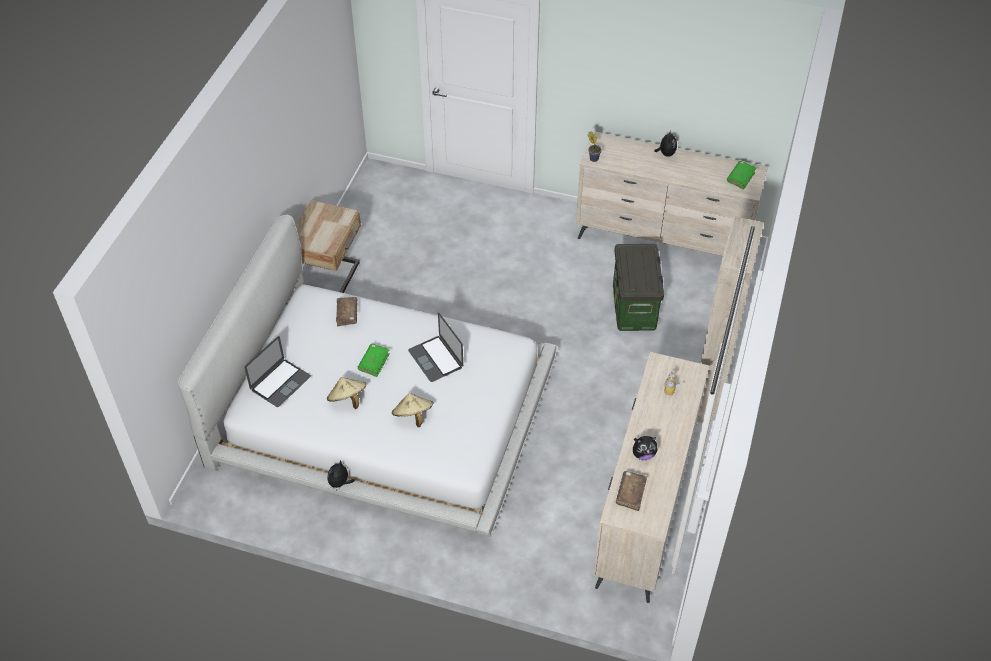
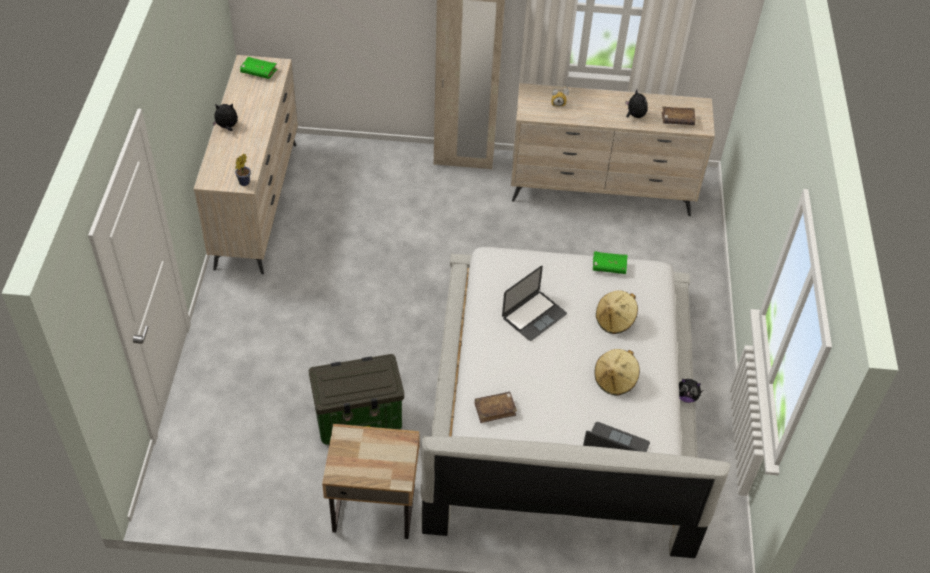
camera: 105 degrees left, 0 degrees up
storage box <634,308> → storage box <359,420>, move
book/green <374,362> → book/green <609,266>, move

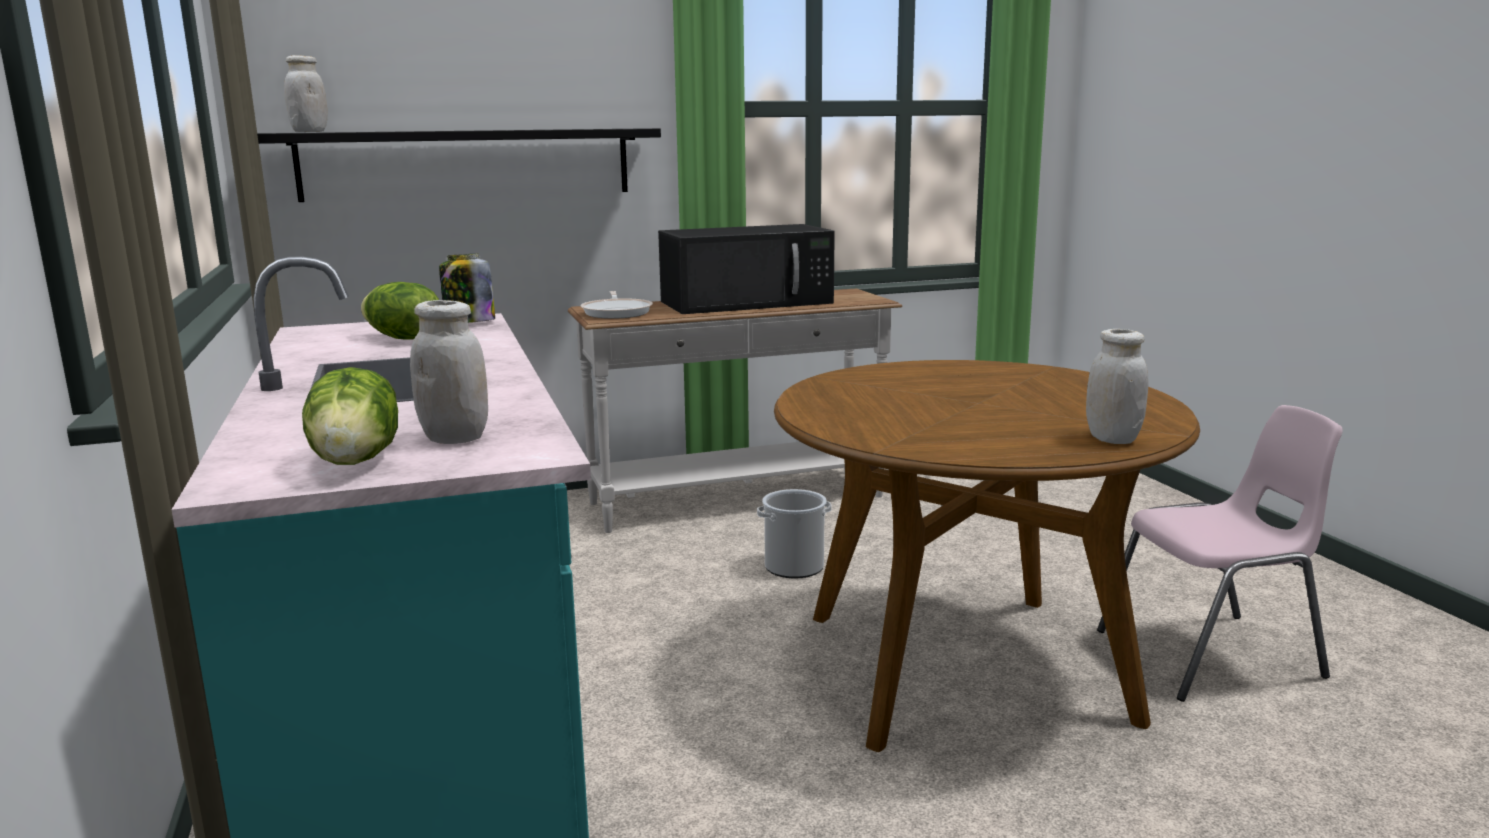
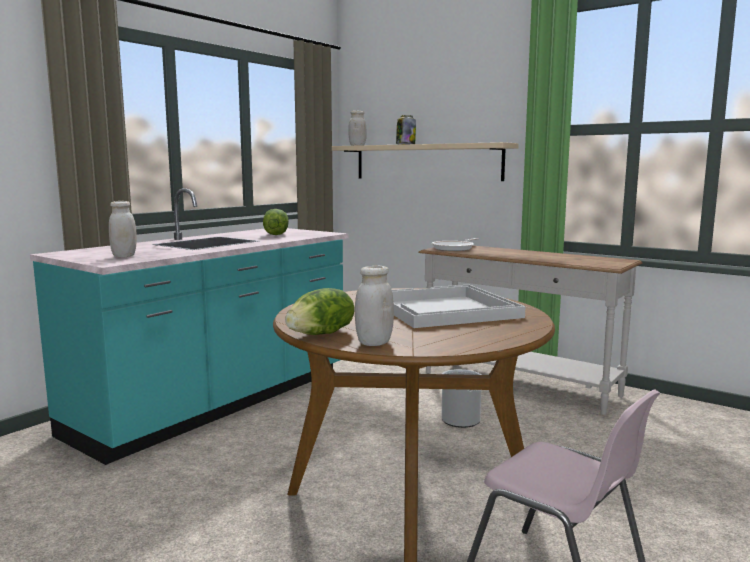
camera: 55 degrees right, 5 degrees down
shelf/black <467,164> → shelf/beige <426,162>
microwave/black <748,302> → -
jar <469,322> → jar <405,144>, move
lettuce <358,460> → lettuce <322,334>, move
- → tray/white <443,309>

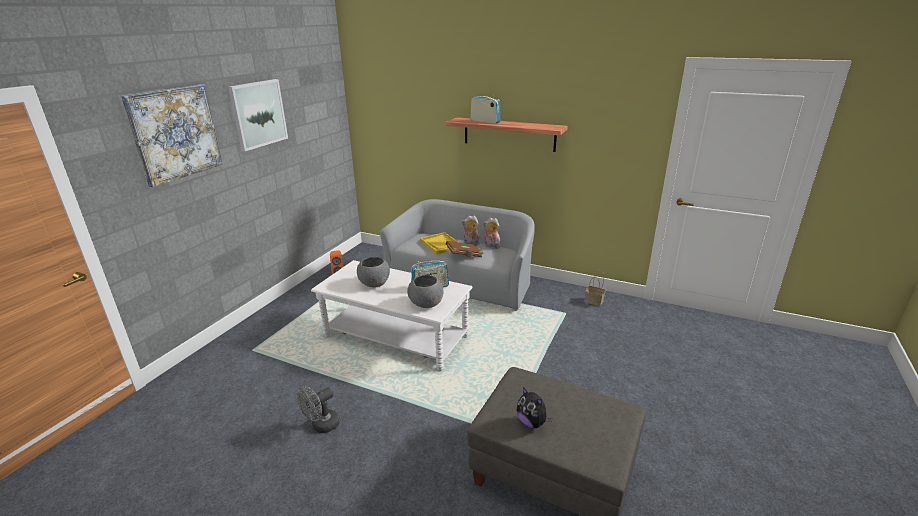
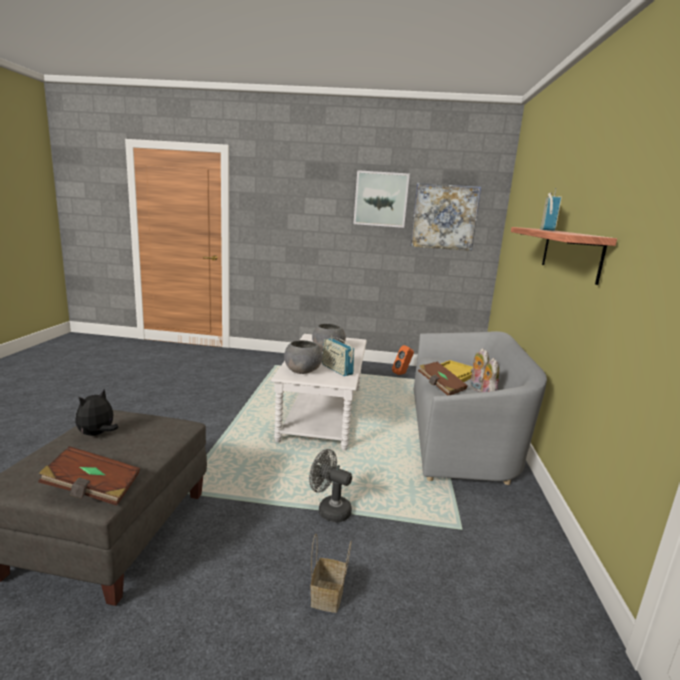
camera: 70 degrees right, 10 degrees down
picture <175,133> → picture <444,217>, move
basket <594,301> → basket <328,597>, move
fan/grey <322,426> → fan/grey <329,510>, move
- → book/brown <93,490>

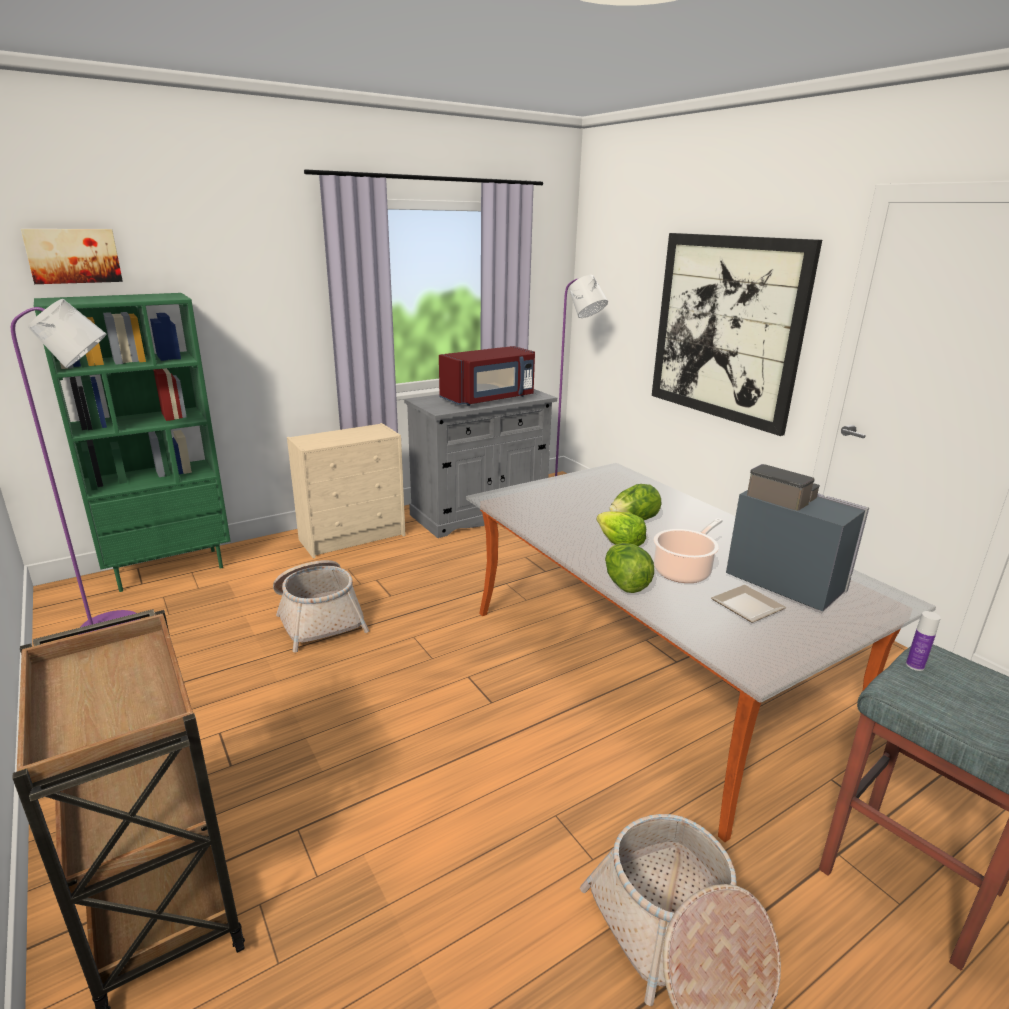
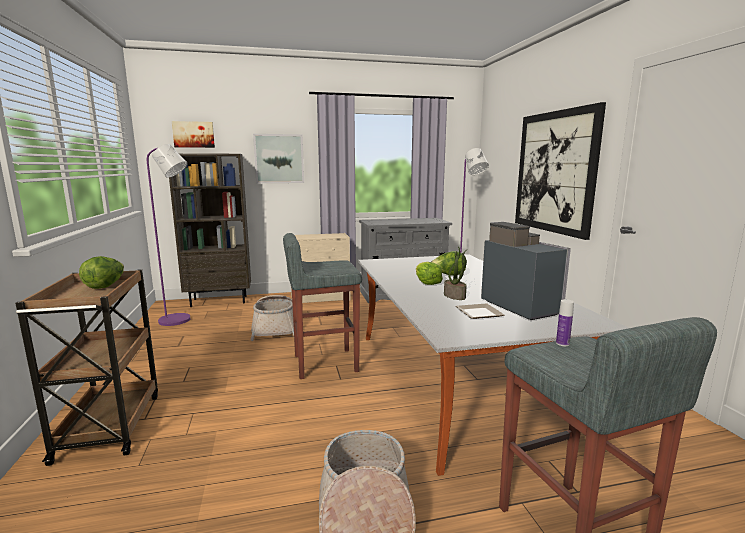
camera: 20 degrees right, 10 degrees down
bookcase/green <170,569> → bookcase/brown <219,301>
microwave/red <489,399> → -
cooking pot <684,570> → potted plant <455,296>
lettuce <625,584> → lettuce <105,286>, move
- → picture <279,158>
- → stool/grey <324,363>

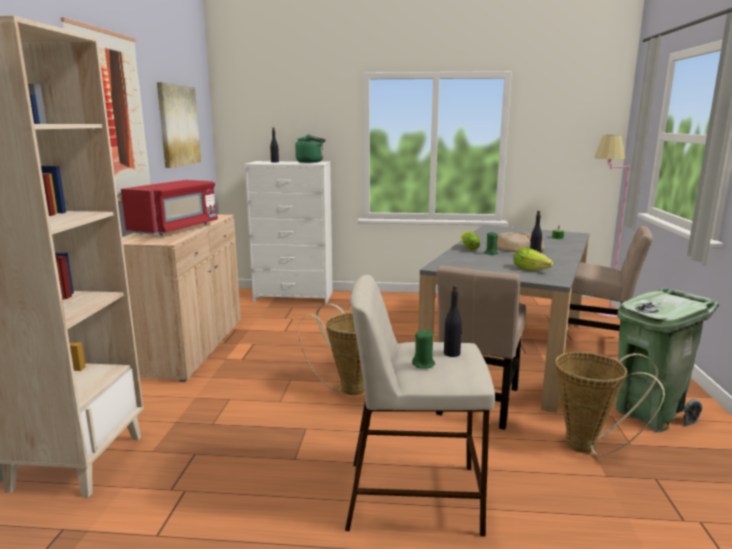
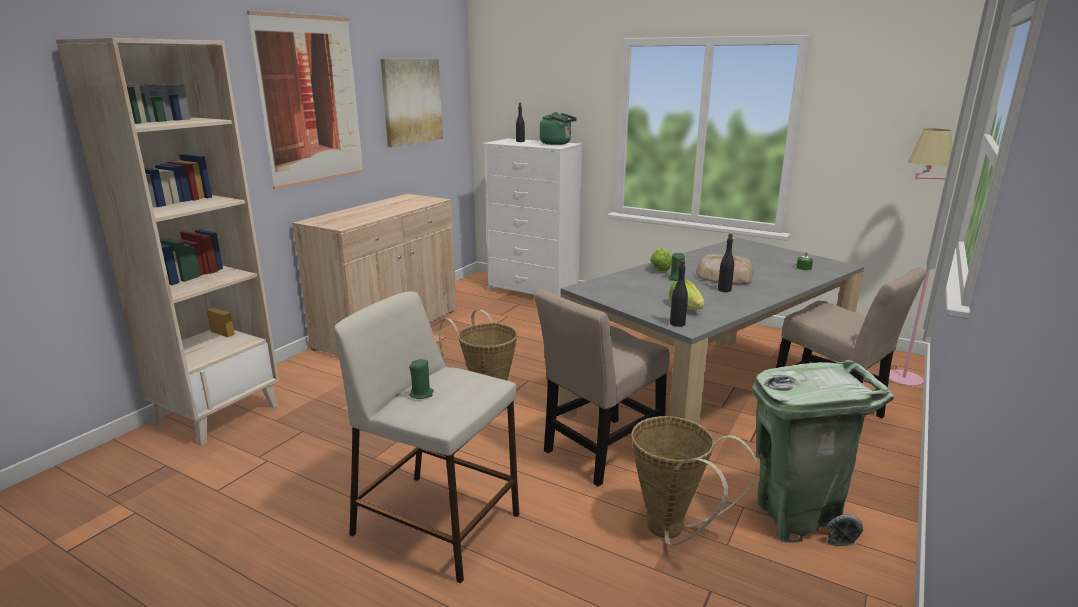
camera: 25 degrees right, 5 degrees up
microwave/red <175,229> → -
bottle/black <452,353> → bottle/black <677,324>, move

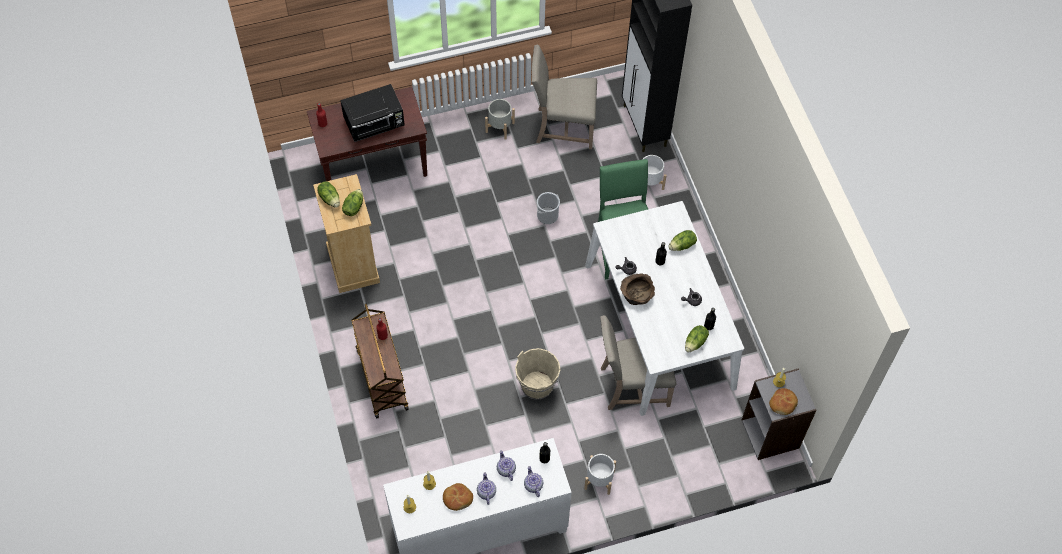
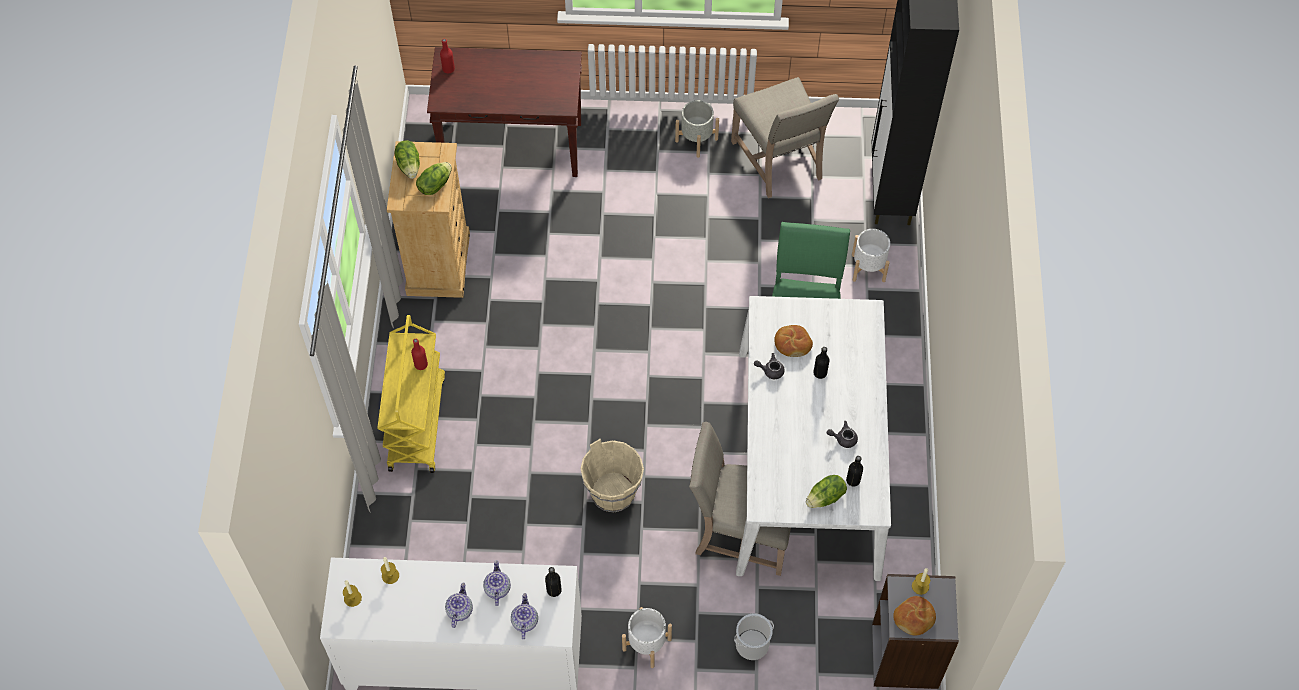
camera: 20 degrees right, 0 degrees up
chair/beige <562,127> → chair/beige <780,161>, 135 degrees counterclockwise
microwave/black <375,124> → -
bucket <547,215> → bucket <752,644>, move
lettuce <682,245> → -
bowl/brown <636,294> → -
cart/brown <381,378> → cart/yellow <416,422>
bread <457,498> → bread <792,343>, move

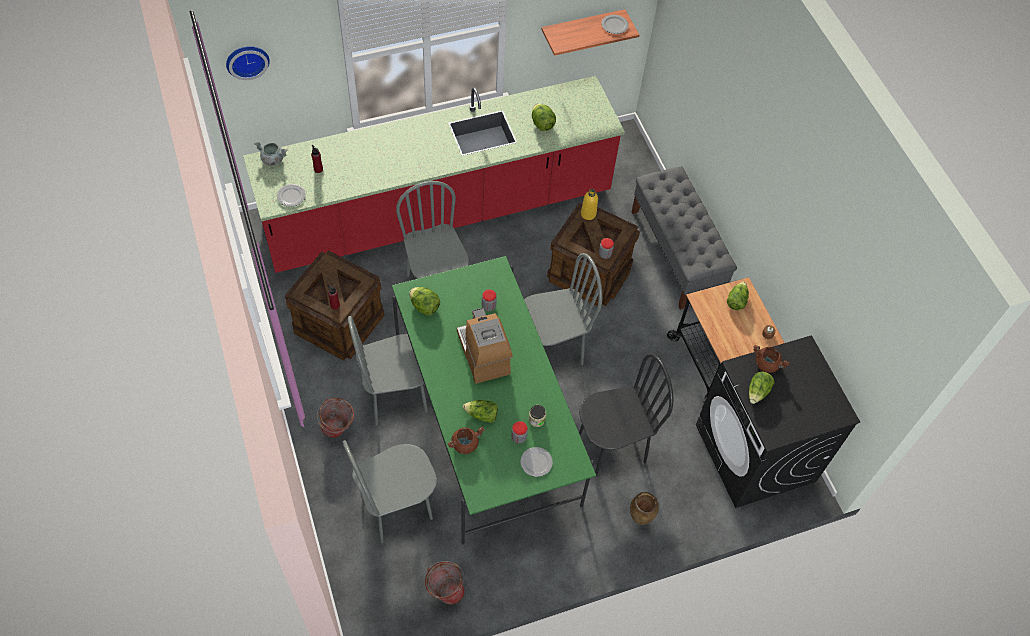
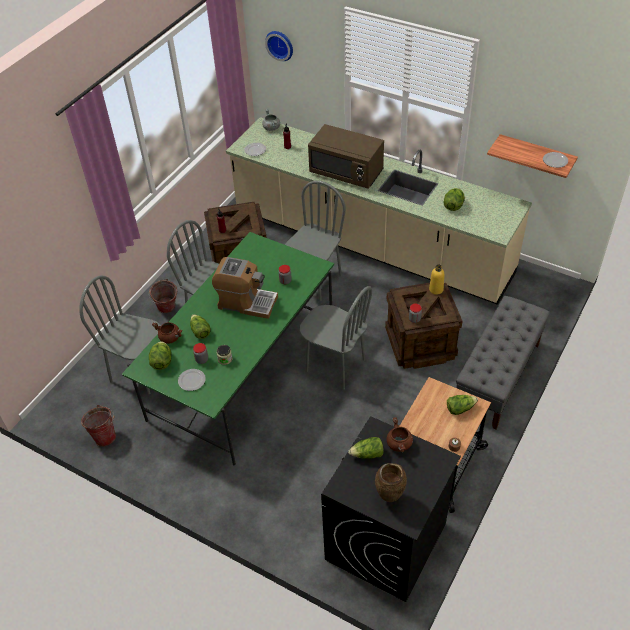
camera: 55 degrees right, 10 degrees down
counter/red <439,212> → counter/beige <370,244>
lettuce <424,307> → lettuce <162,362>, move
coffee machine <483,354> → coffee machine <246,302>, 75 degrees clockwise
chair/black <612,447> → -
vase/brown <639,519> → vase/brown <389,497>, move
- → microwave/brown <346,172>

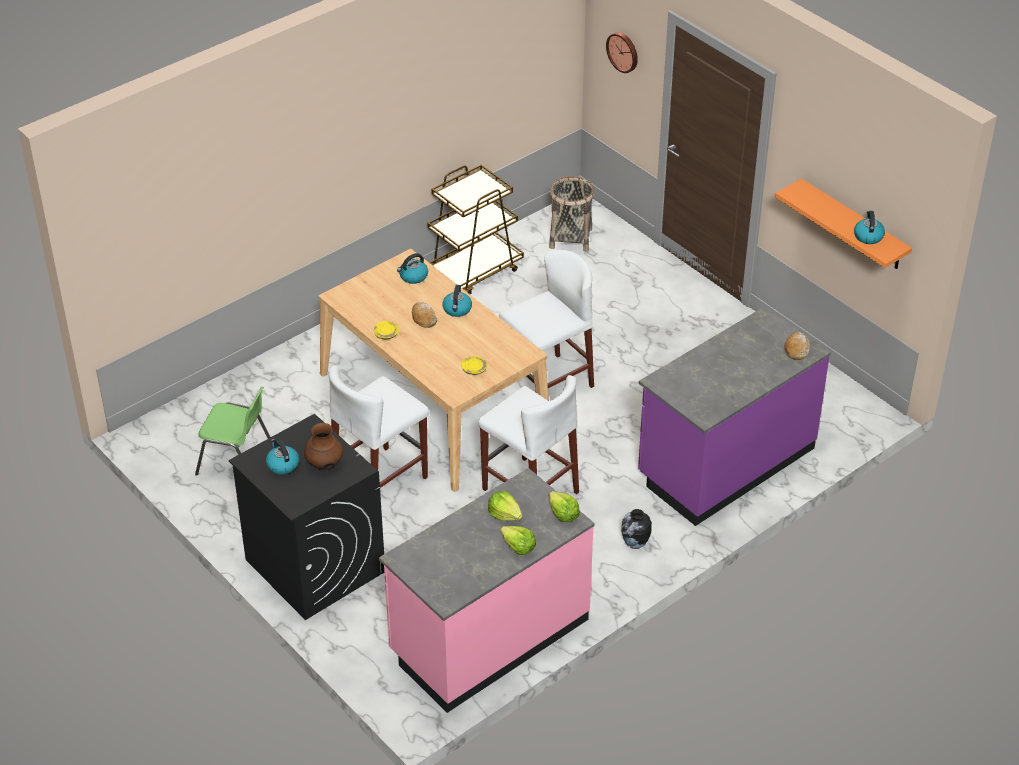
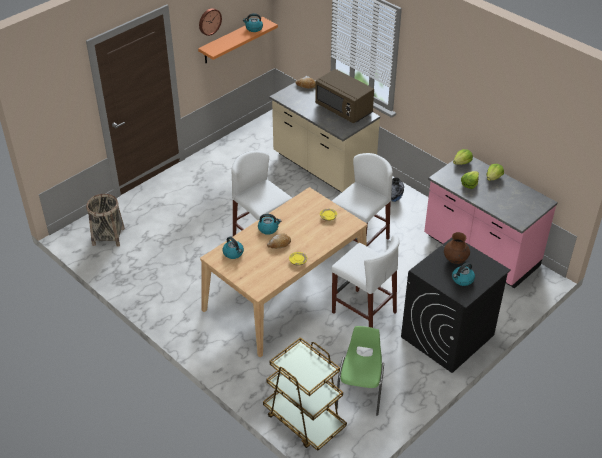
camera: 95 degrees left, 0 degrees up
wall clock <623,51> → wall clock <209,21>, move
cart/brown <474,271> → cart/brown <304,420>, move
counter/purple <725,462> → counter/beige <322,167>
- → microwave/brown <344,109>

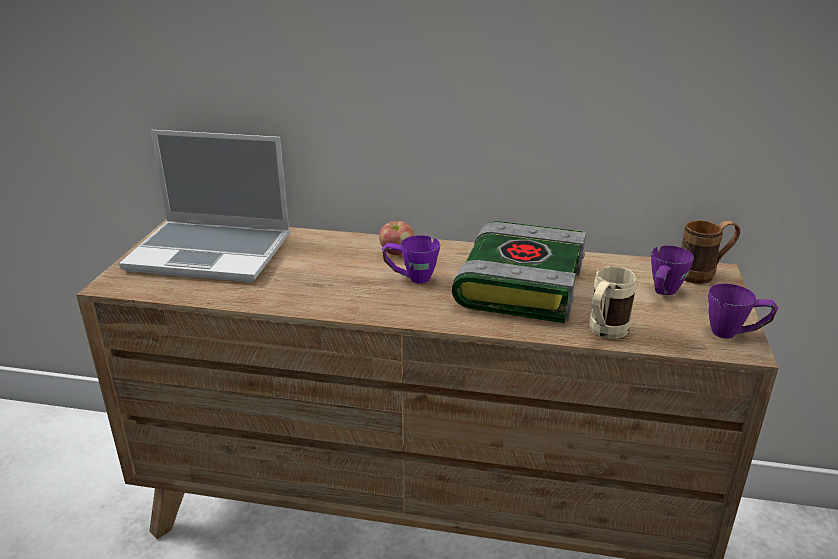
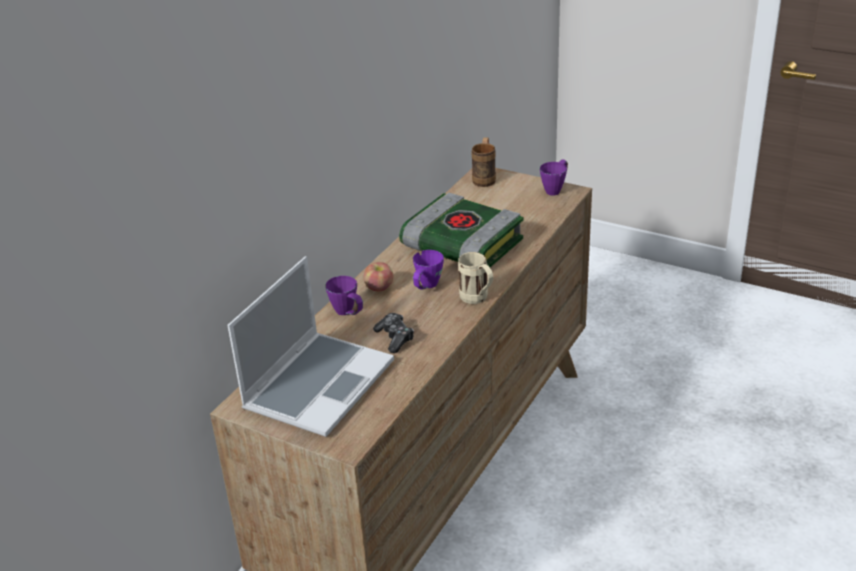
camera: 70 degrees left, 5 degrees up
mug/purple <663,294> → mug/purple <348,314>, move
mug/beige <603,333> → mug/beige <477,299>, move
- → game controller <395,338>

